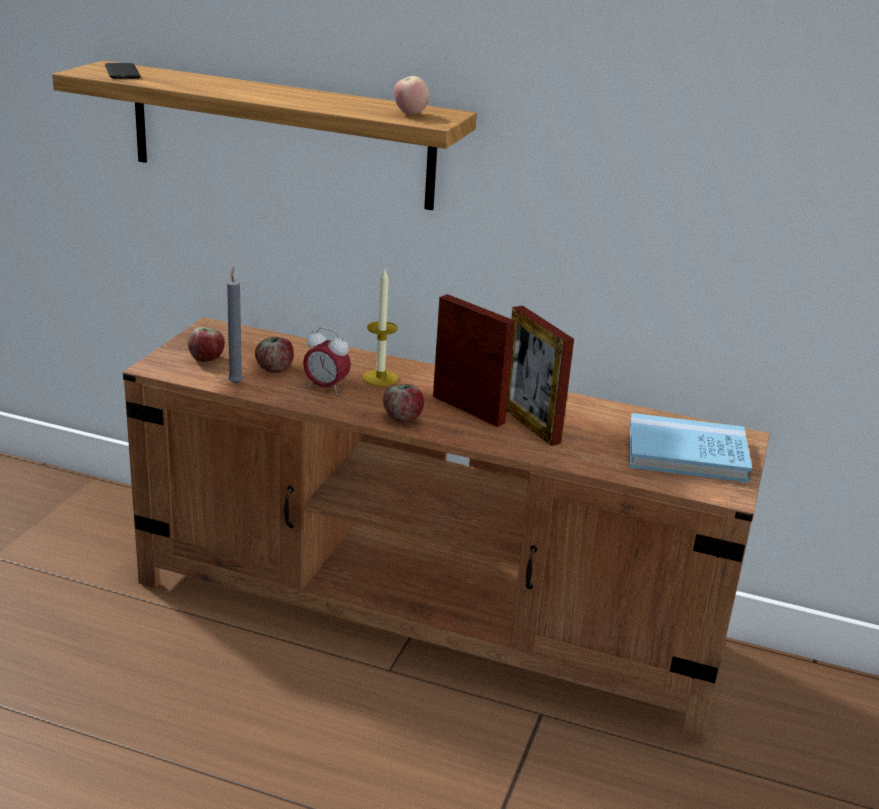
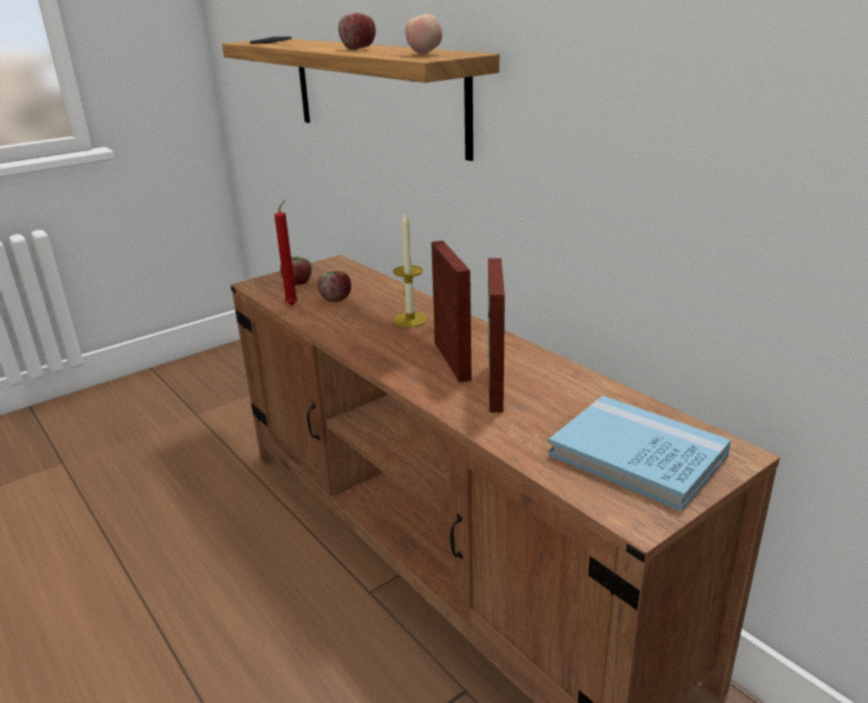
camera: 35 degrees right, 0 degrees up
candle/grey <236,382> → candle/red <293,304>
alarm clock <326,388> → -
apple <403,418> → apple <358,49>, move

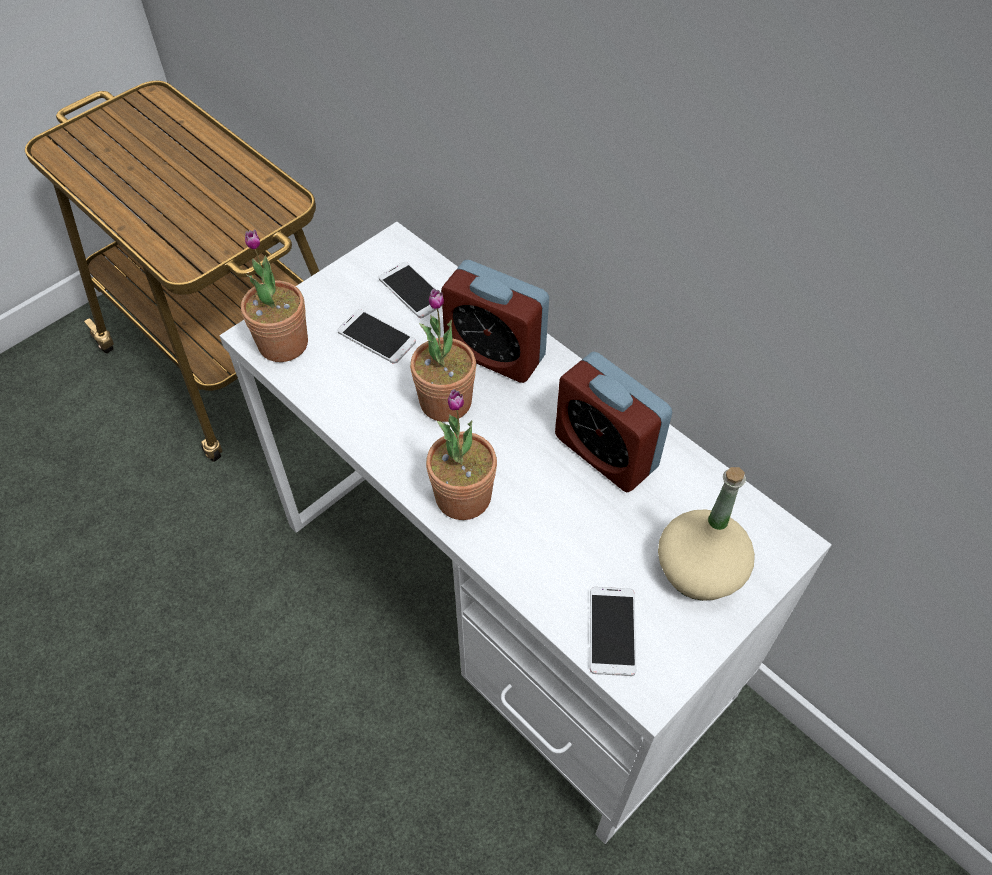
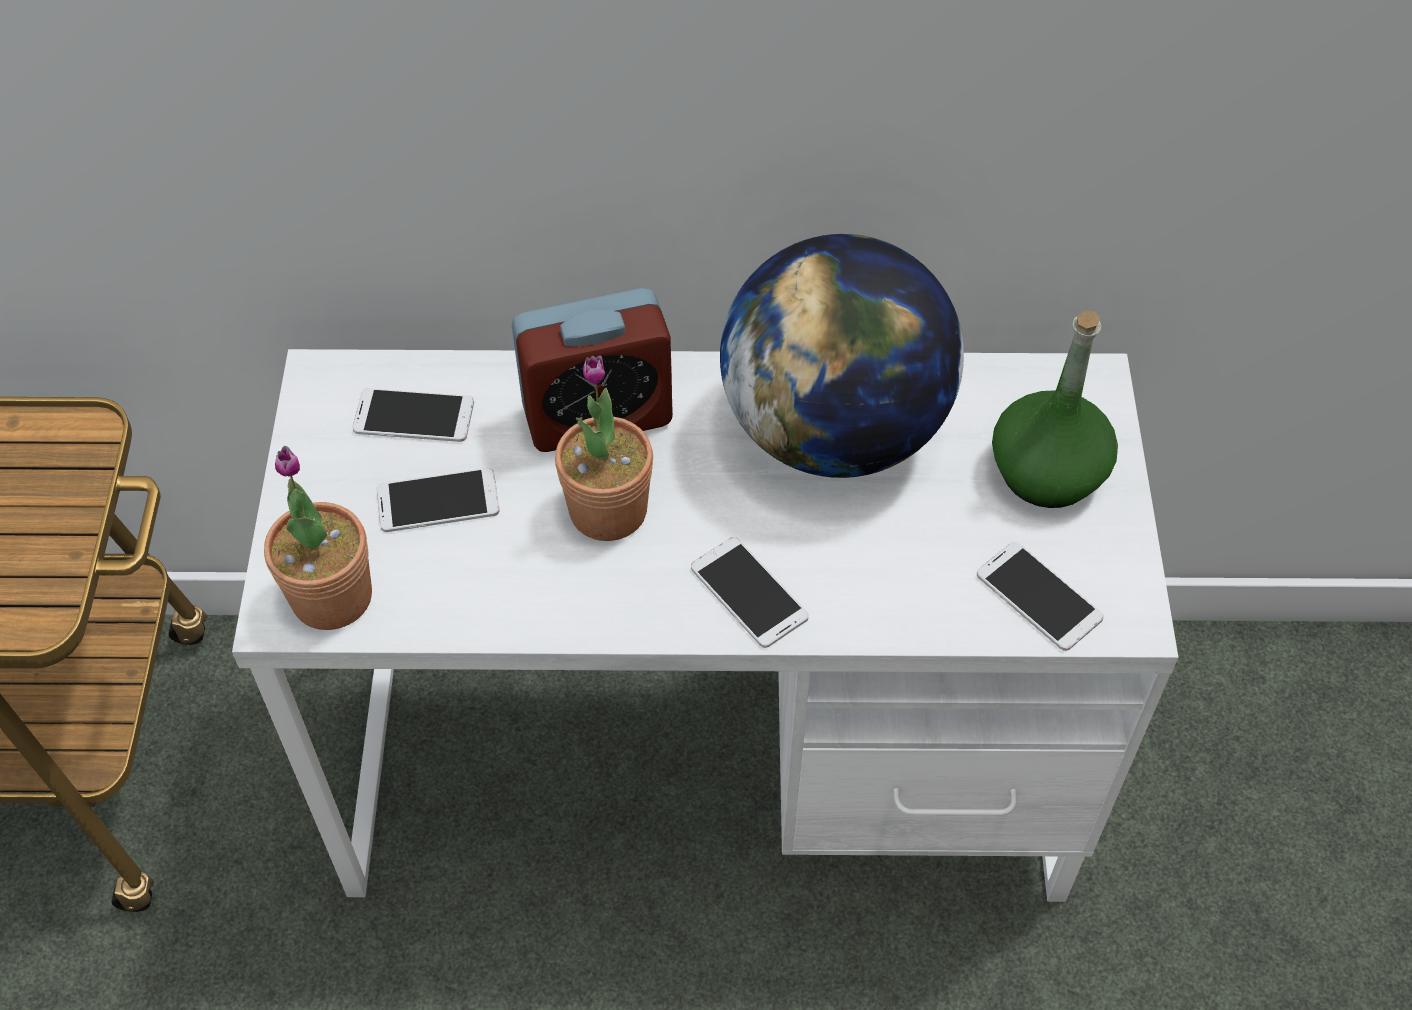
camera: 45 degrees left, 0 degrees up
alarm clock <605,452> → globe <834,429>
potted plant <463,497> → phone <749,592>
bottle/beige <699,569> → bottle/green <1047,472>

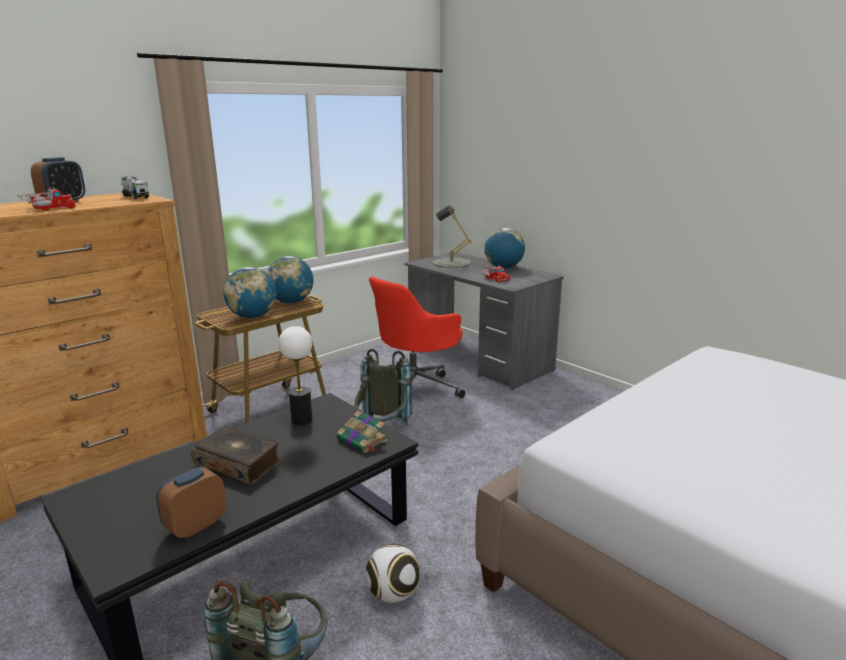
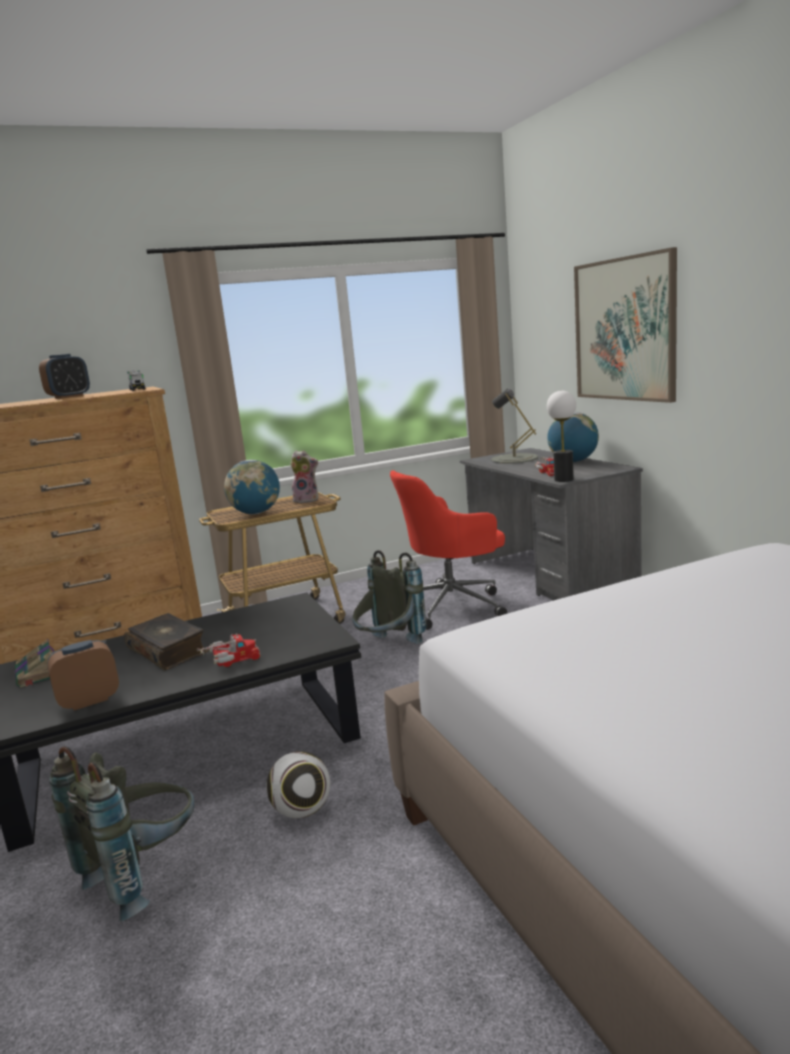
camera: 20 degrees right, 5 degrees down
toy truck <48,209> → toy truck <230,660>, move
globe <291,302> → plush toy <307,500>
table lamp <301,420> → table lamp <563,479>, move
book <362,441> → book <38,674>, move
- → picture <624,329>

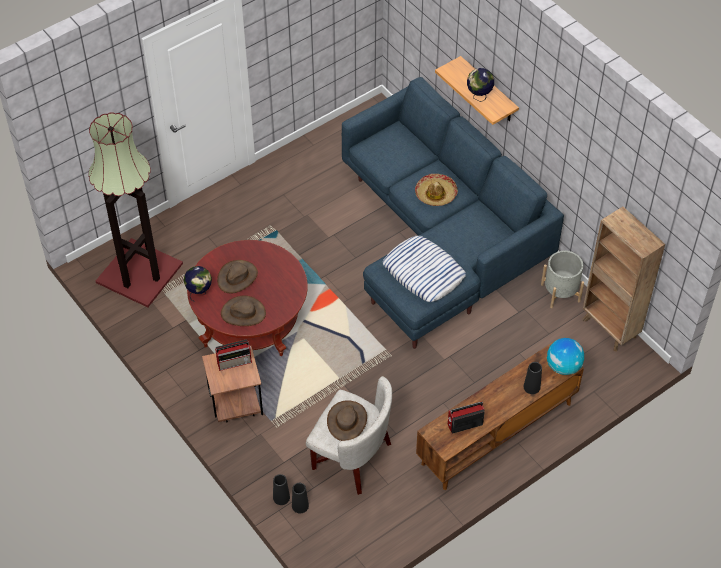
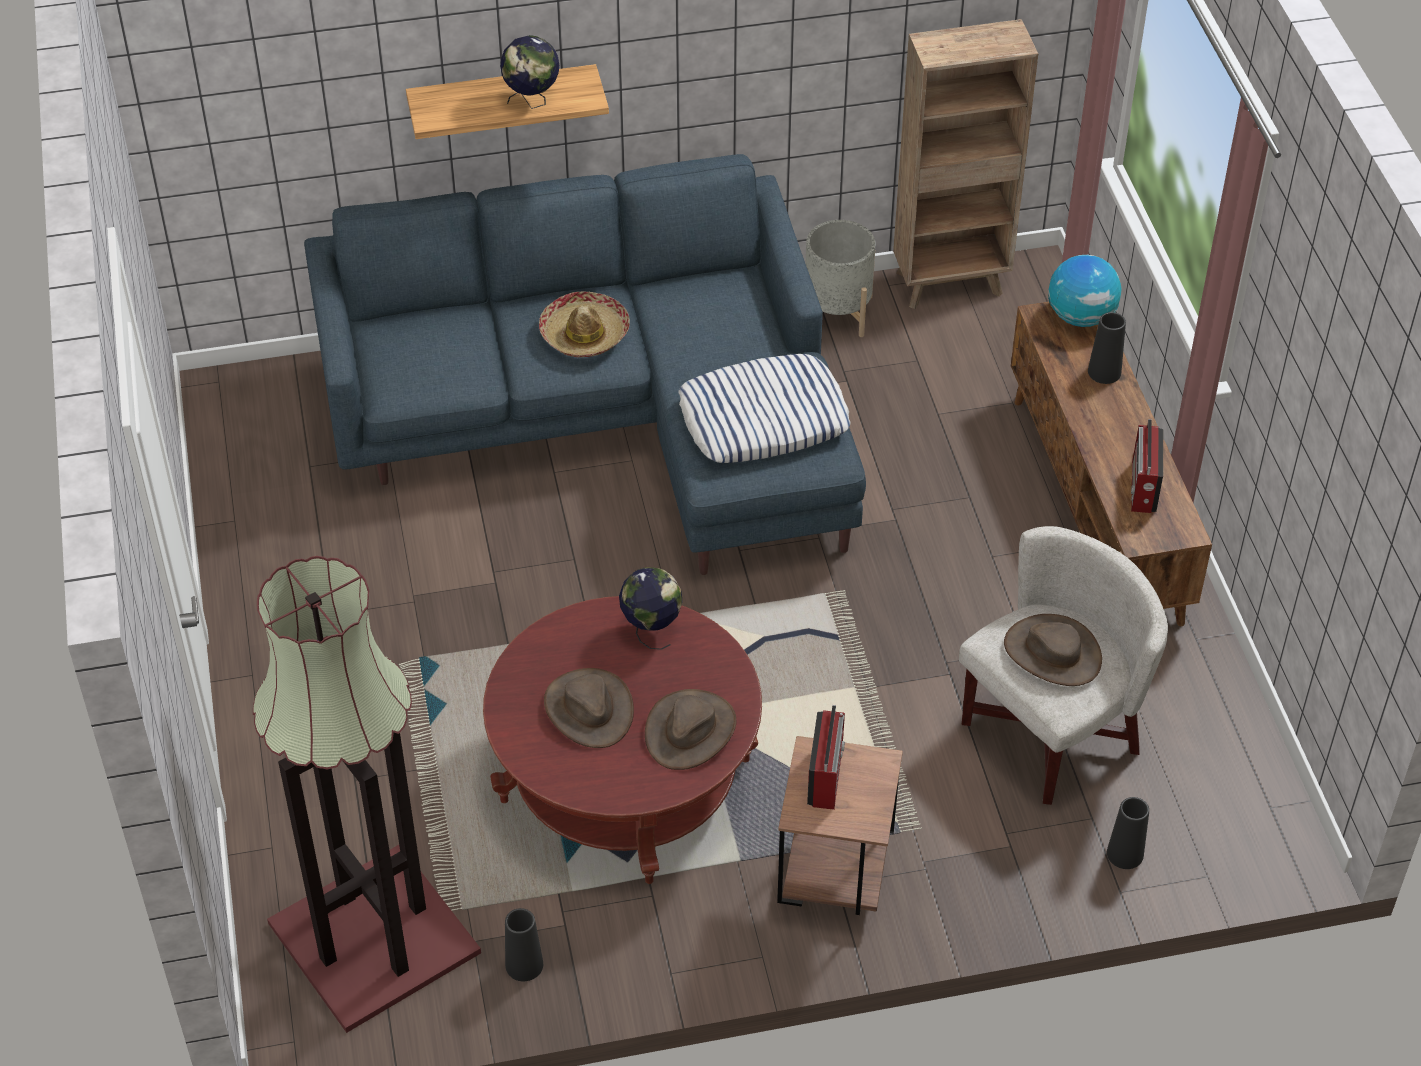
camera: 65 degrees left, 5 degrees down
globe <199,293> → globe <651,630>, move
vase/black <281,497> → vase/black <524,965>, move

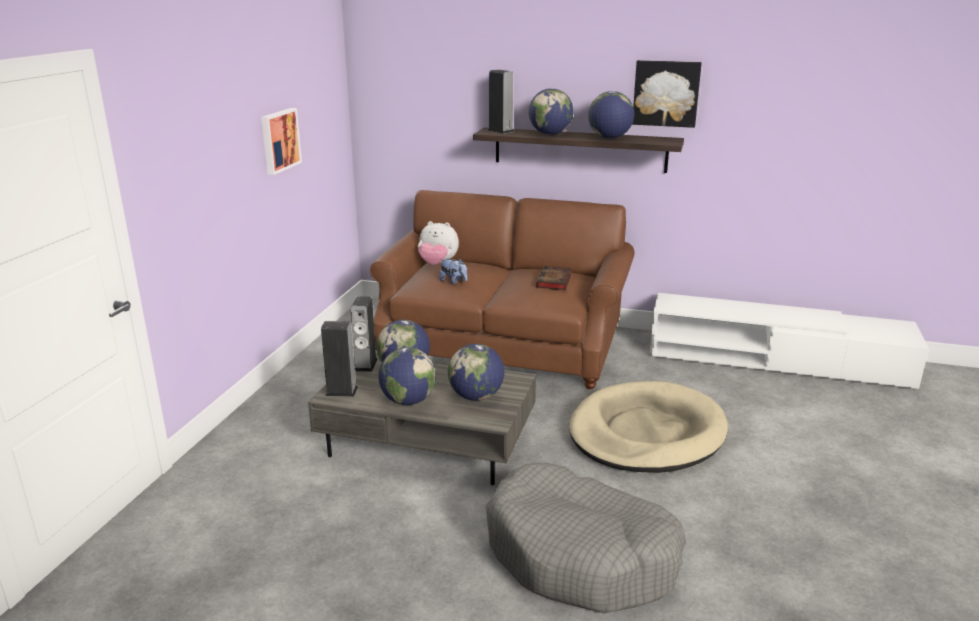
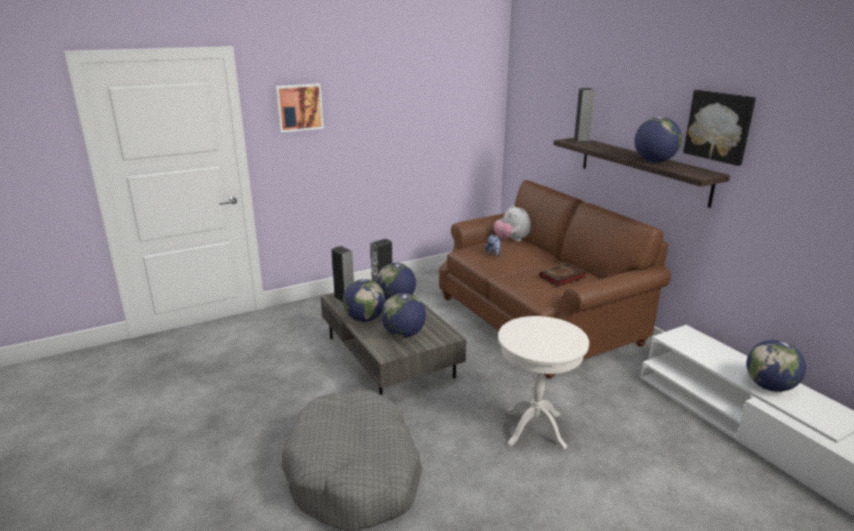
camera: 45 degrees right, 0 degrees up
globe <550,134> → globe <769,387>, move
picture <279,140> → picture <299,107>, move
dog bed/beige <646,433> → side table/white <534,429>

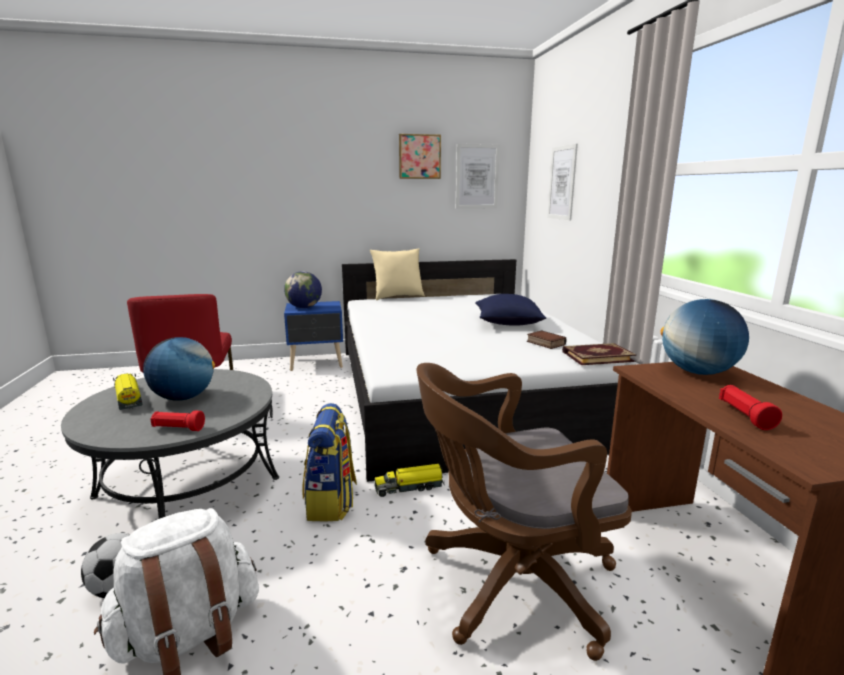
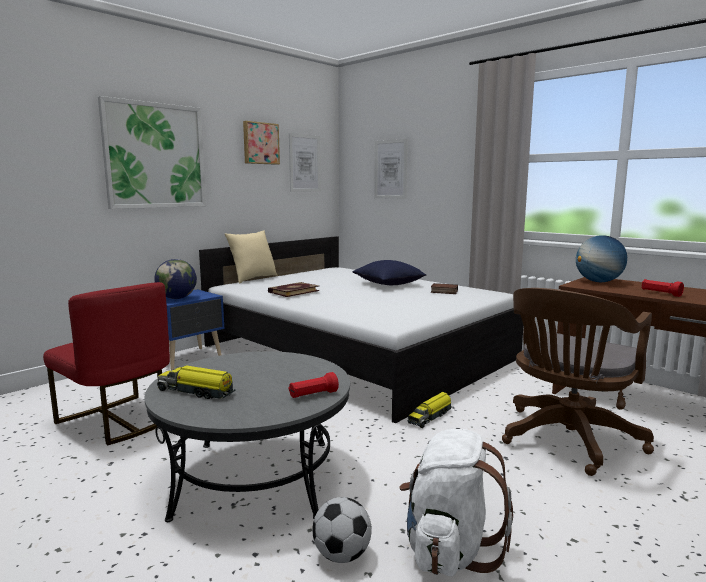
camera: 35 degrees left, 5 degrees down
globe <183,397> → -
book <597,356> → book <293,291>, move
backpack <331,502> → -
- → picture <155,156>

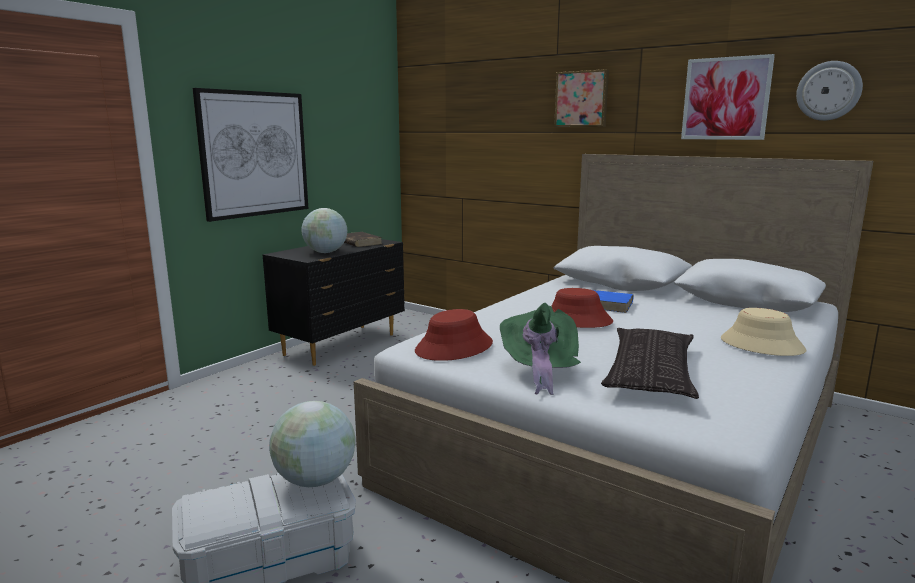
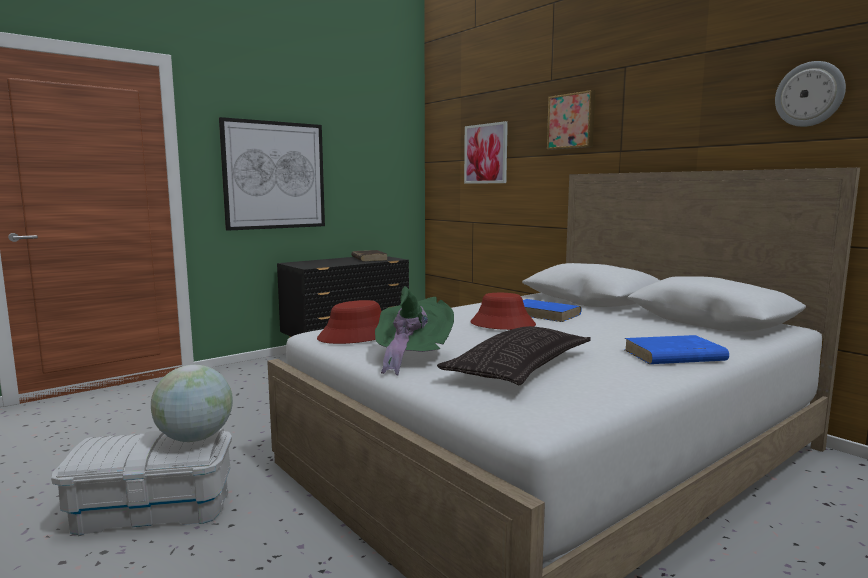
camera: 15 degrees right, 5 degrees down
picture <726,99> → picture <486,154>, move
globe <325,252> → -
hat/beige <761,345> → book/blue <673,355>

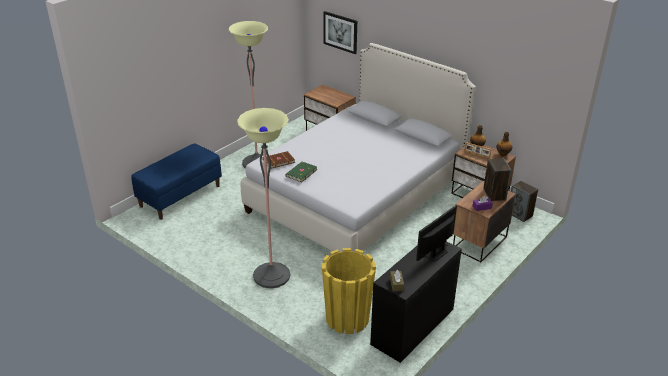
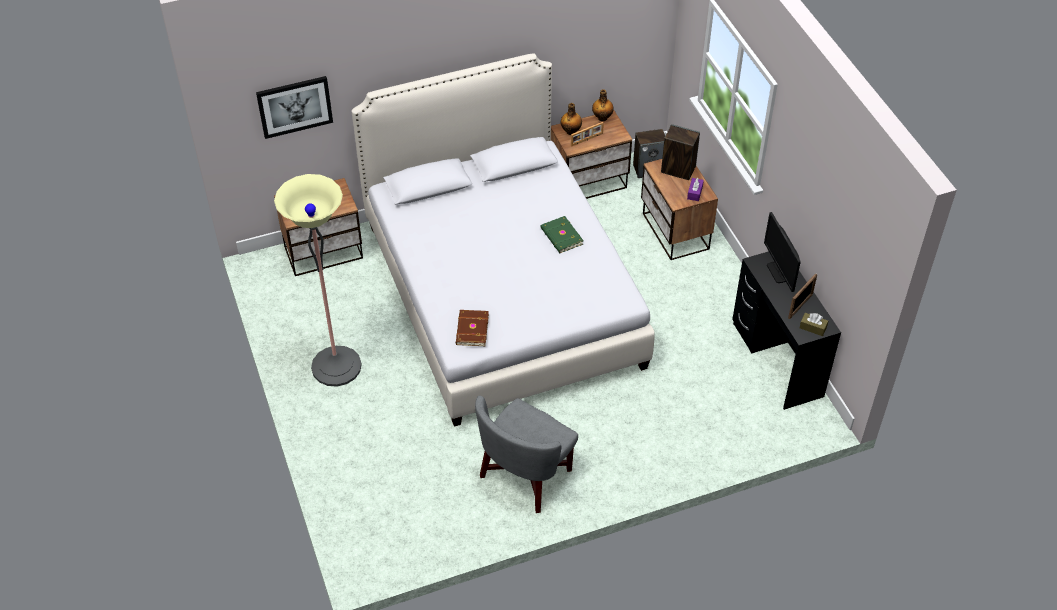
camera: 60 degrees left, 15 degrees up
floor lamp <271,275> → -
bench/blue <180,196> → -
book/green <301,173> → book/green <561,237>, move
planter/yellow <347,318> → -
- → picture frame <800,306>
- → armchair/grey <526,475>

